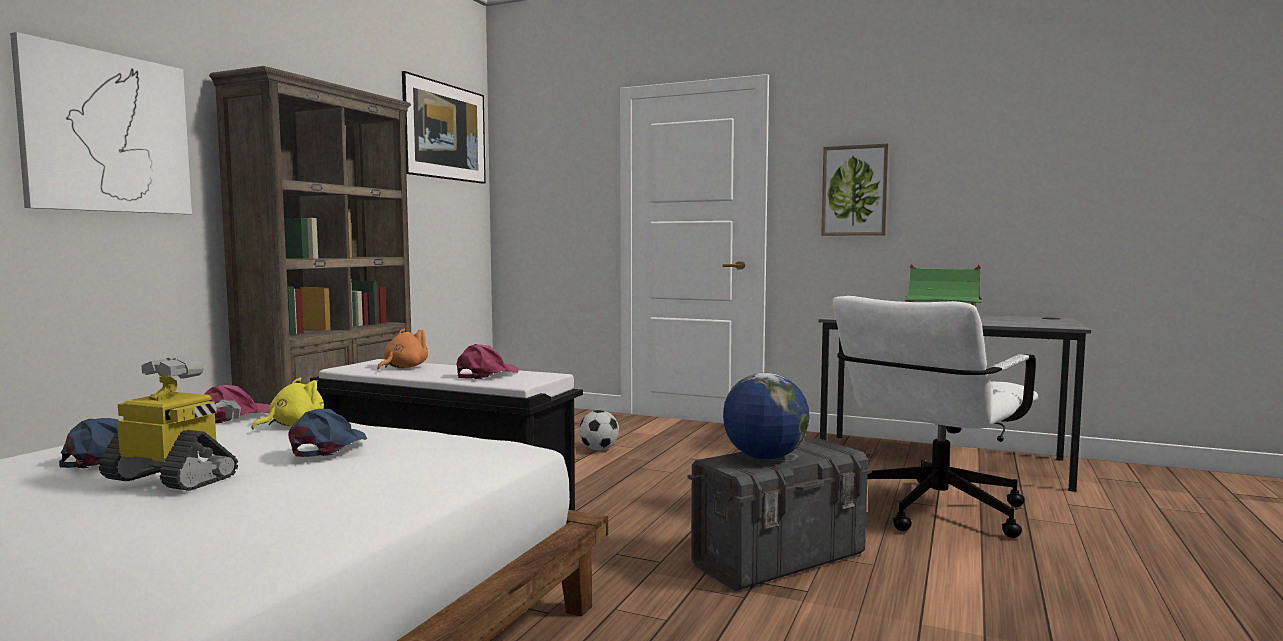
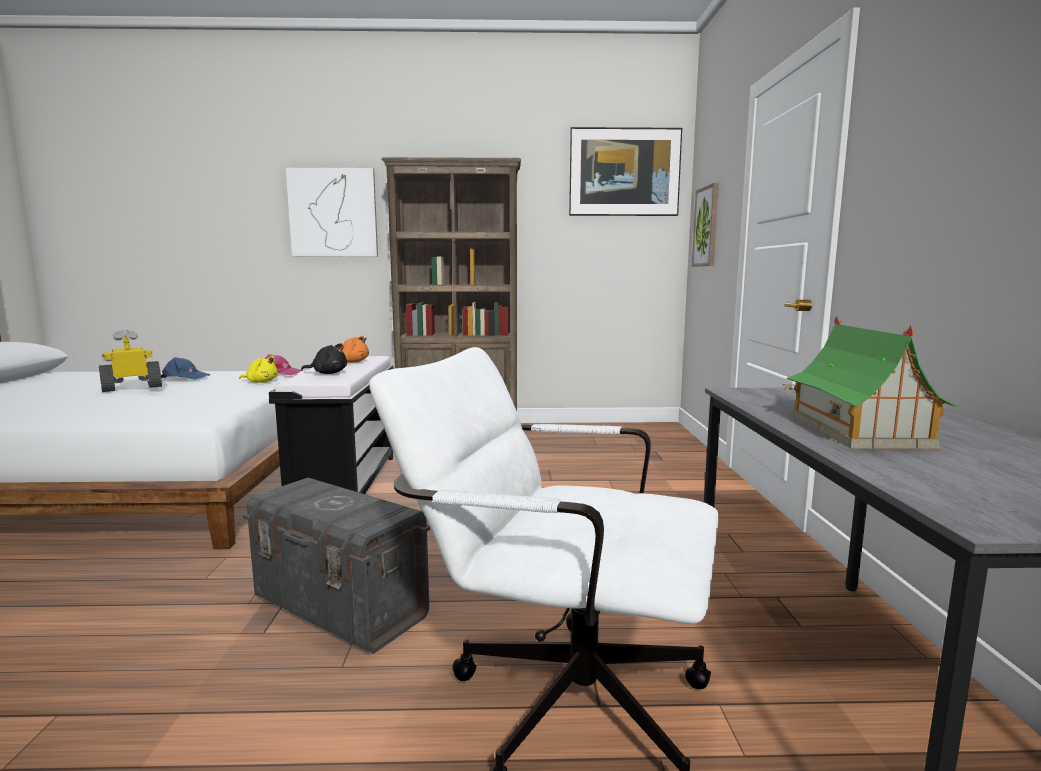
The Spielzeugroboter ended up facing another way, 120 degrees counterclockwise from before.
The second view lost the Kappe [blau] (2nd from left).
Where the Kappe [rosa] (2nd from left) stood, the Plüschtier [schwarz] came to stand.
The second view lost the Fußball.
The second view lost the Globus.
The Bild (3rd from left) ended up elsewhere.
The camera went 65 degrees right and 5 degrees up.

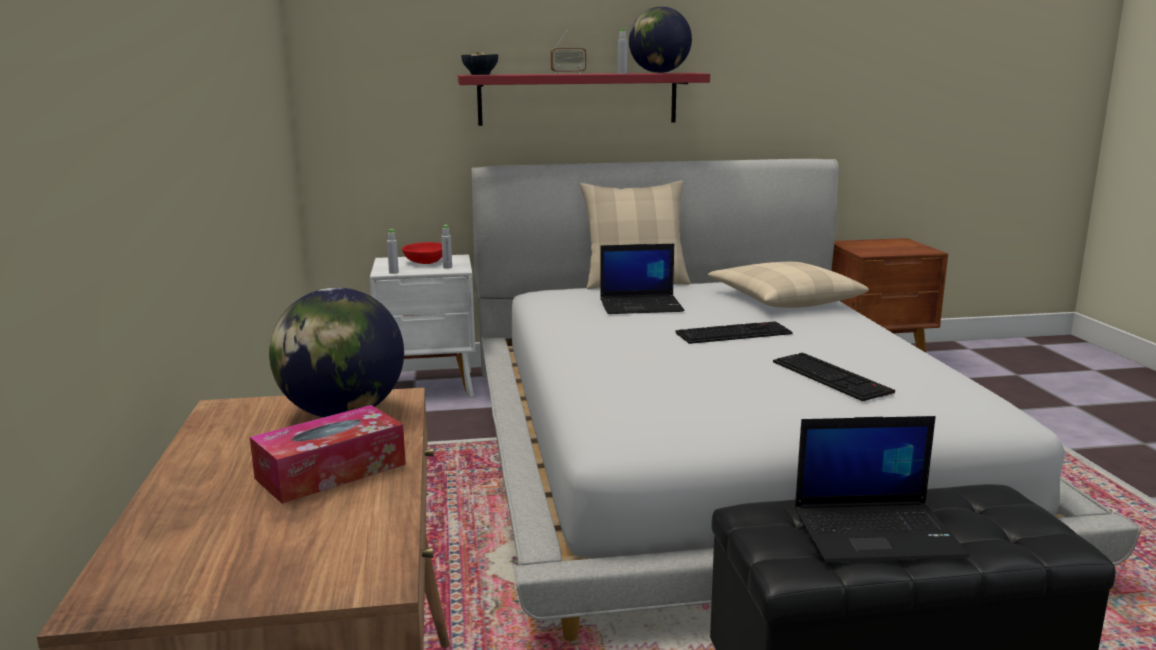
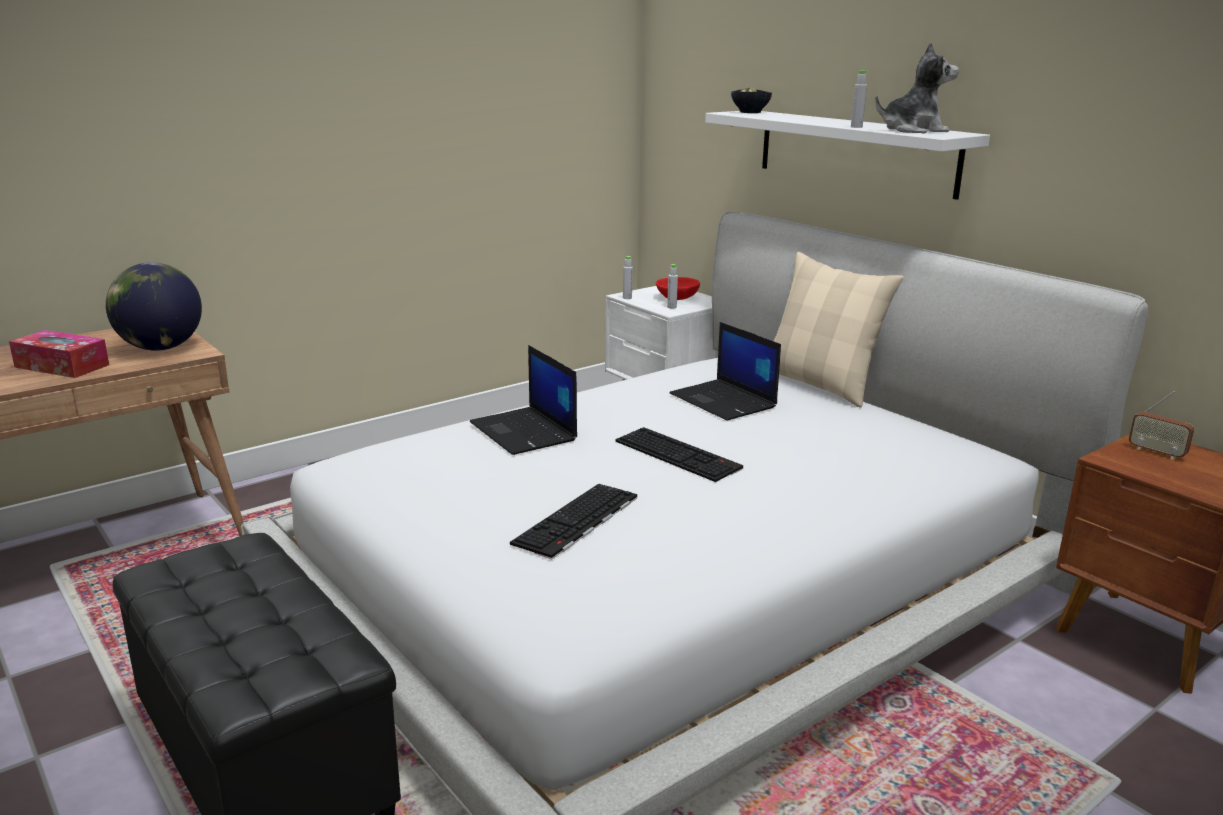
What was the Wandregal [rot] turned into the Wandregal [weiß].
The Radio ended up elsewhere.
Where the Globus (2nd from left) stood, the Plüschtier came to stand.
The second view lost the Kissen [beige] (2nd from left).
The Laptop (2nd from left in the first image) ended up elsewhere.
The camera went 60 degrees right and 5 degrees up.

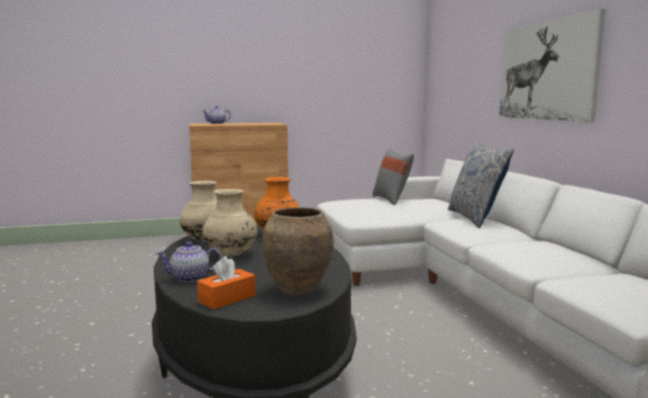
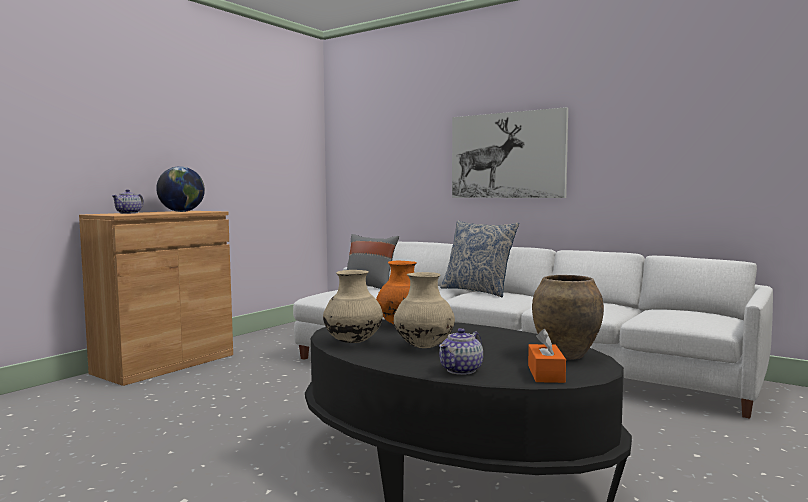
The second view gained the Globus.
The camera went 40 degrees left and 5 degrees down.

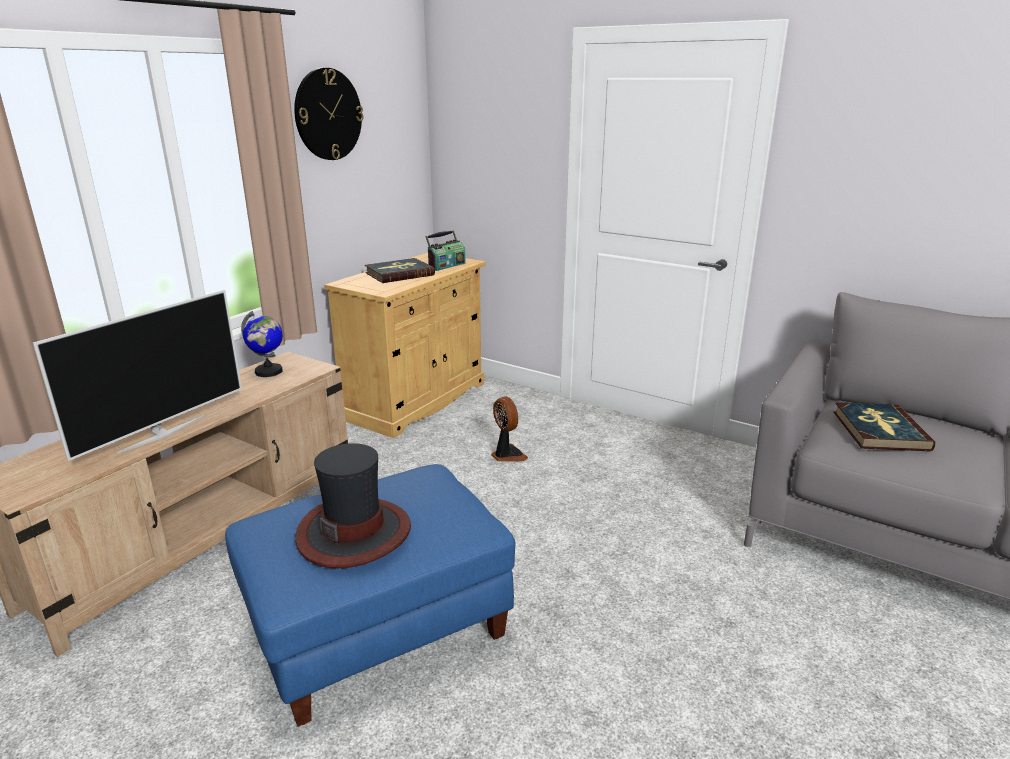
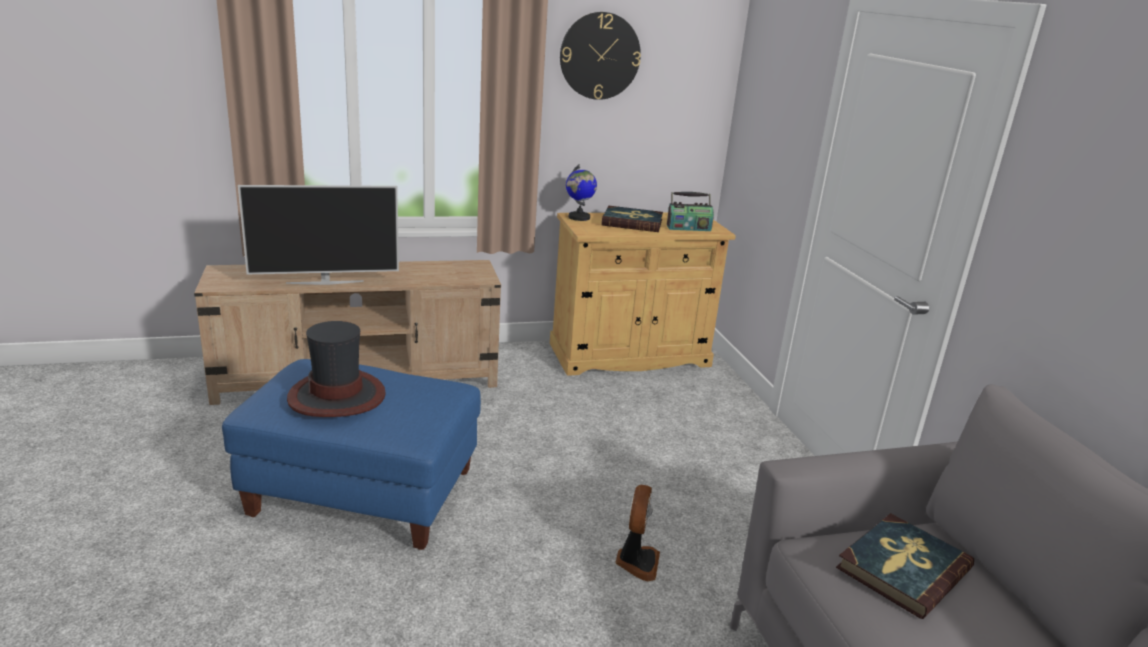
The Globus ended up elsewhere.
The Ventilator ended up elsewhere.
The camera went 40 degrees right and 0 degrees up.

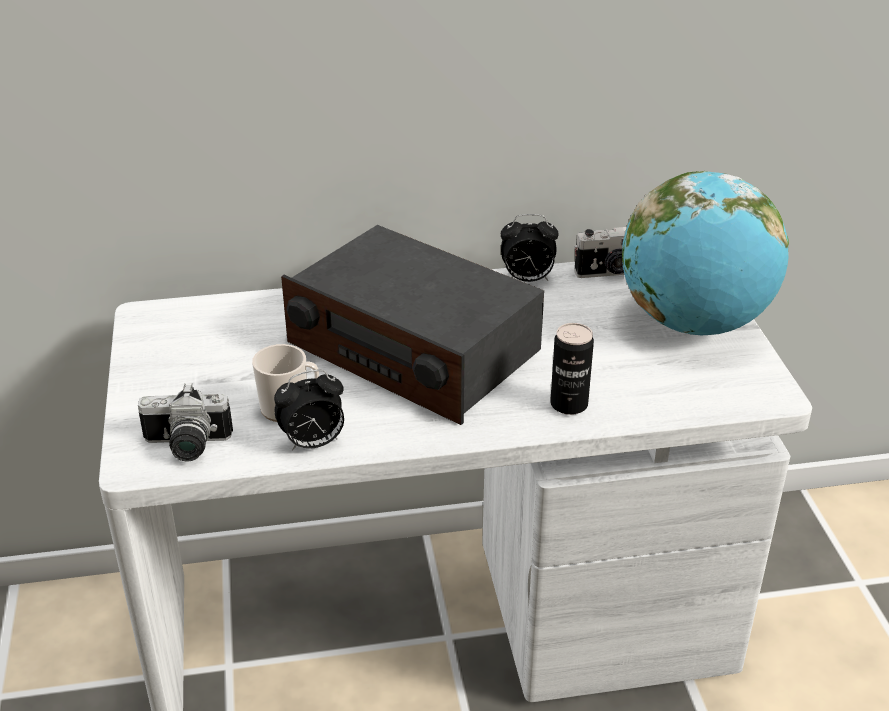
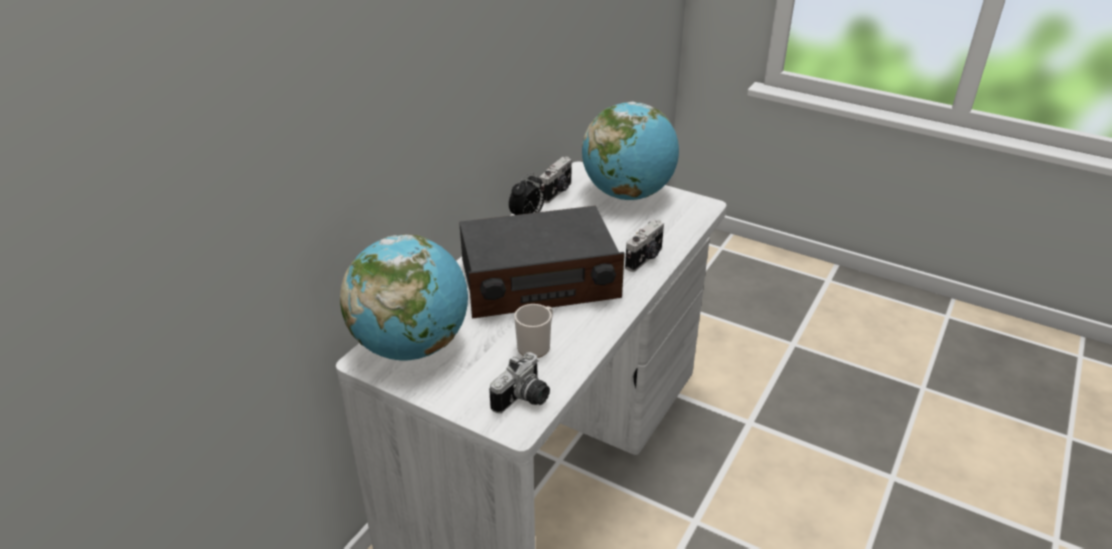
The second view lost the Wecker (1st from left).
Where the Dose stood, the Kamera (3rd from left) came to stand.
The second view gained the Globus (1st from left).
The camera went 50 degrees left and 0 degrees up.

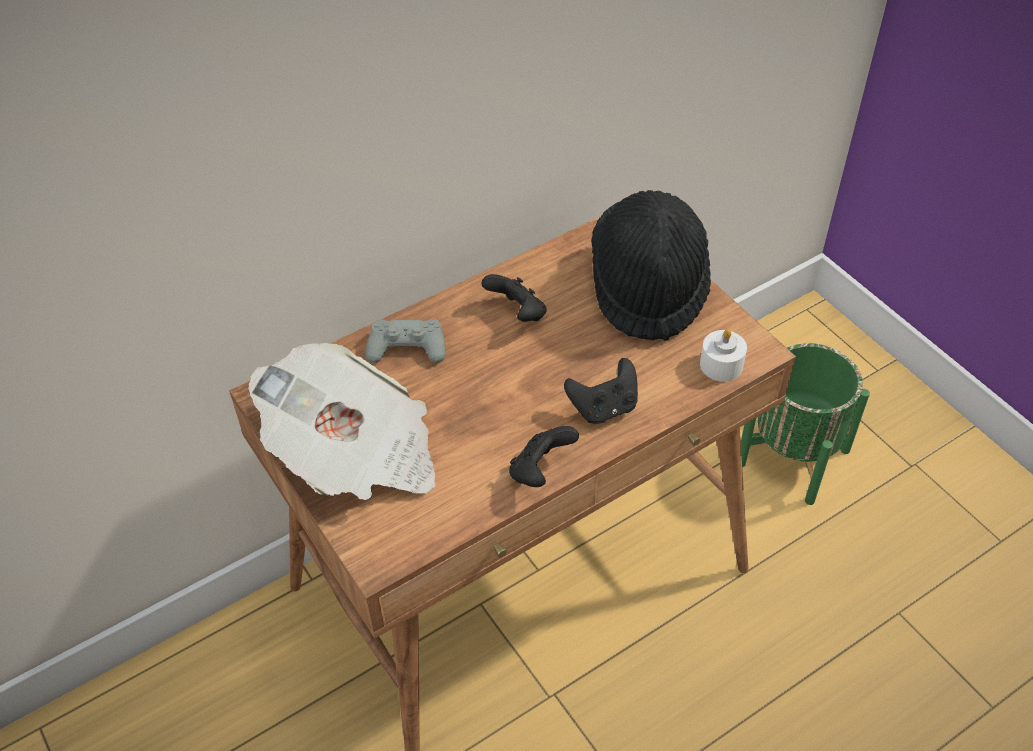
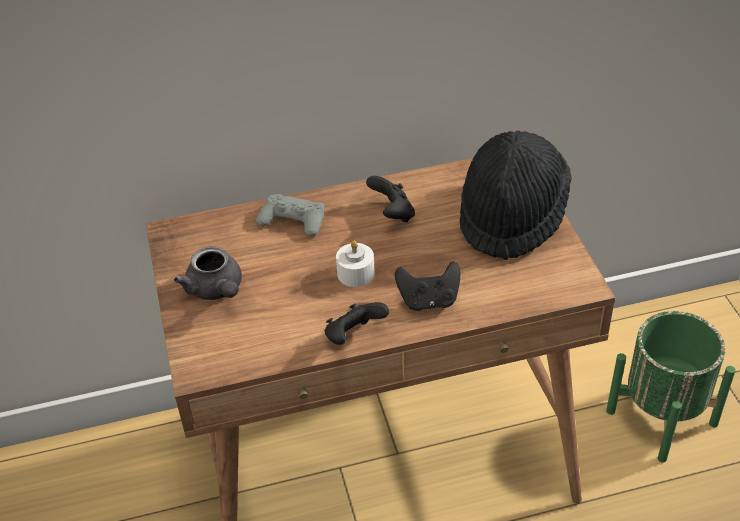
Where the Zeitung stood, the Teekanne [grau] came to stand.
The Kerze [weiß] ended up elsewhere.
The camera went 20 degrees right and 5 degrees down.

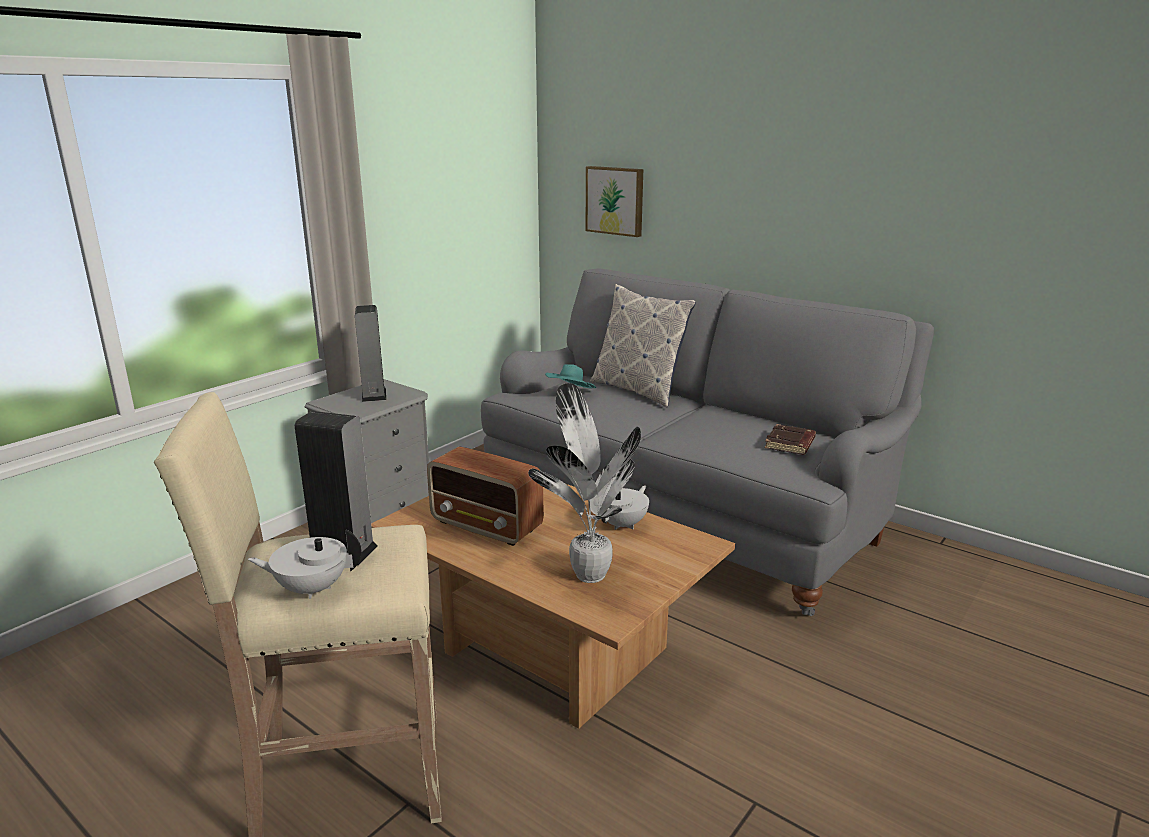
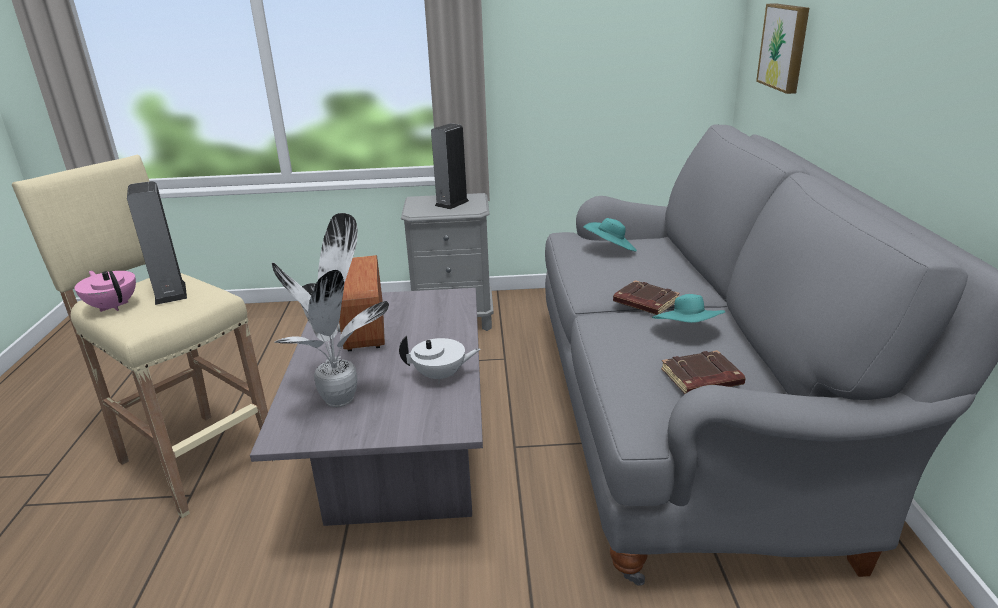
What was the Teekanne [weiß] (1st from left) turned into the Teekanne [rosa].
What was the Couchtisch [braun] turned into the Couchtisch [grau].
The second view lost the Kissen.
The second view gained the Buch [braun] (1st from left).
The second view gained the Hut [türkis] (2nd from left).
The camera went 50 degrees right and 5 degrees up.

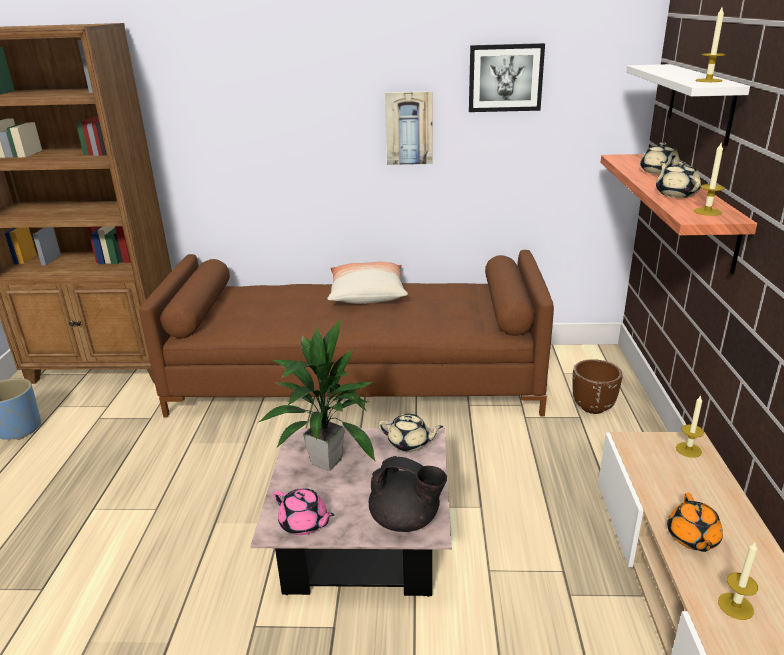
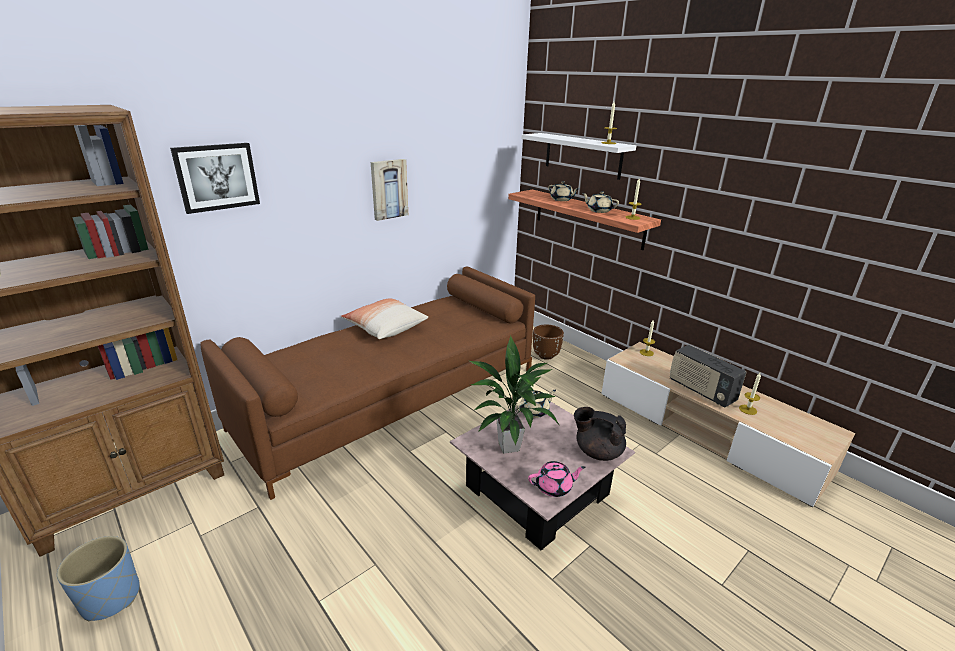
The Teekanne [schwarz] ended up facing another way, 135 degrees counterclockwise from before.
The Bild (2nd from left in the first image) ended up elsewhere.
Where the Teekanne [orange] stood, the Radio came to stand.
The camera went 45 degrees left and 0 degrees up.

